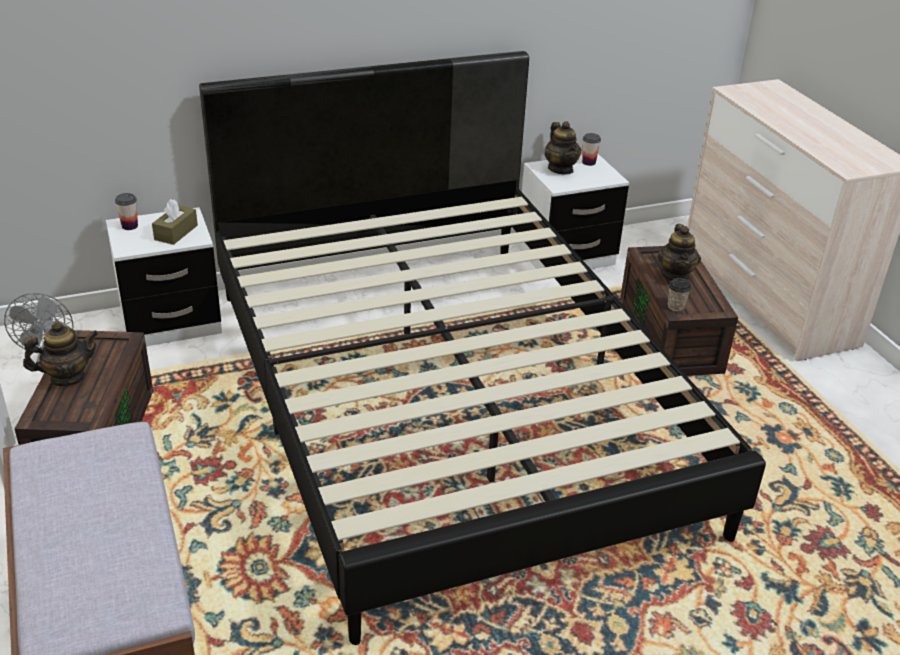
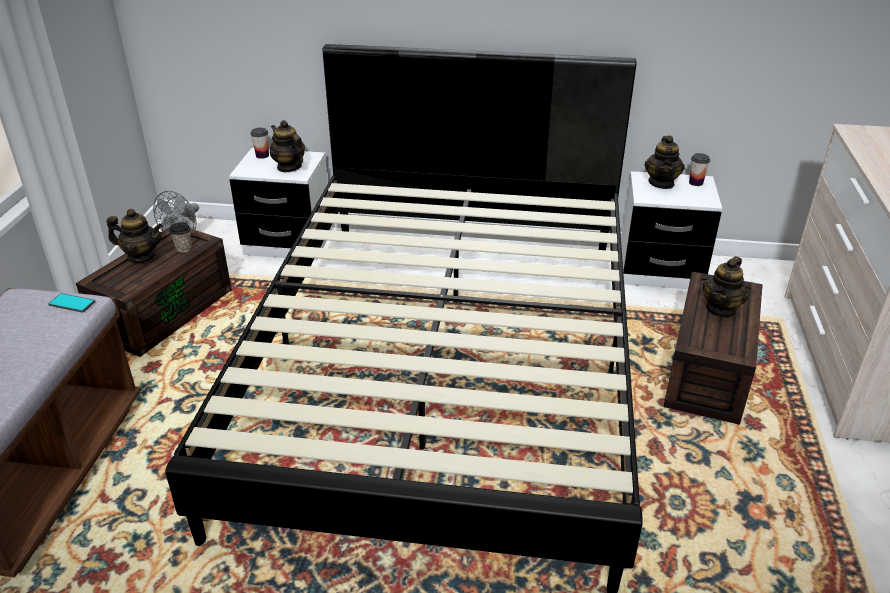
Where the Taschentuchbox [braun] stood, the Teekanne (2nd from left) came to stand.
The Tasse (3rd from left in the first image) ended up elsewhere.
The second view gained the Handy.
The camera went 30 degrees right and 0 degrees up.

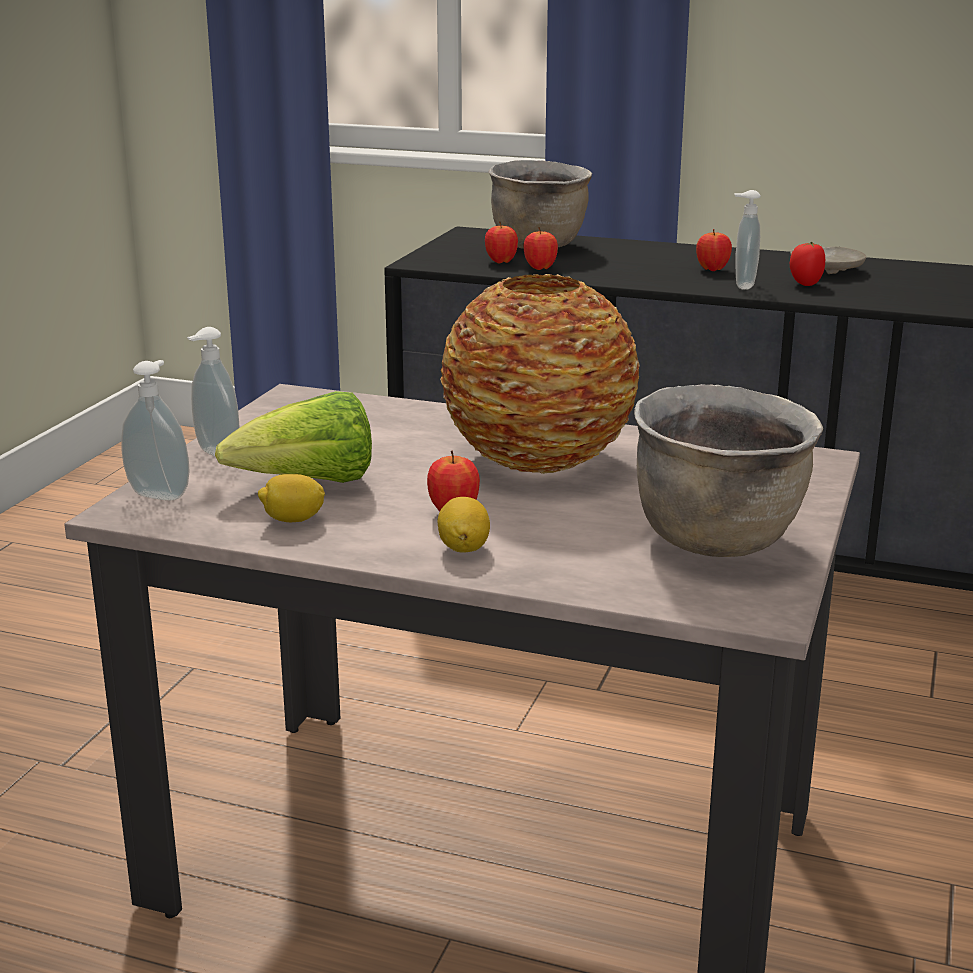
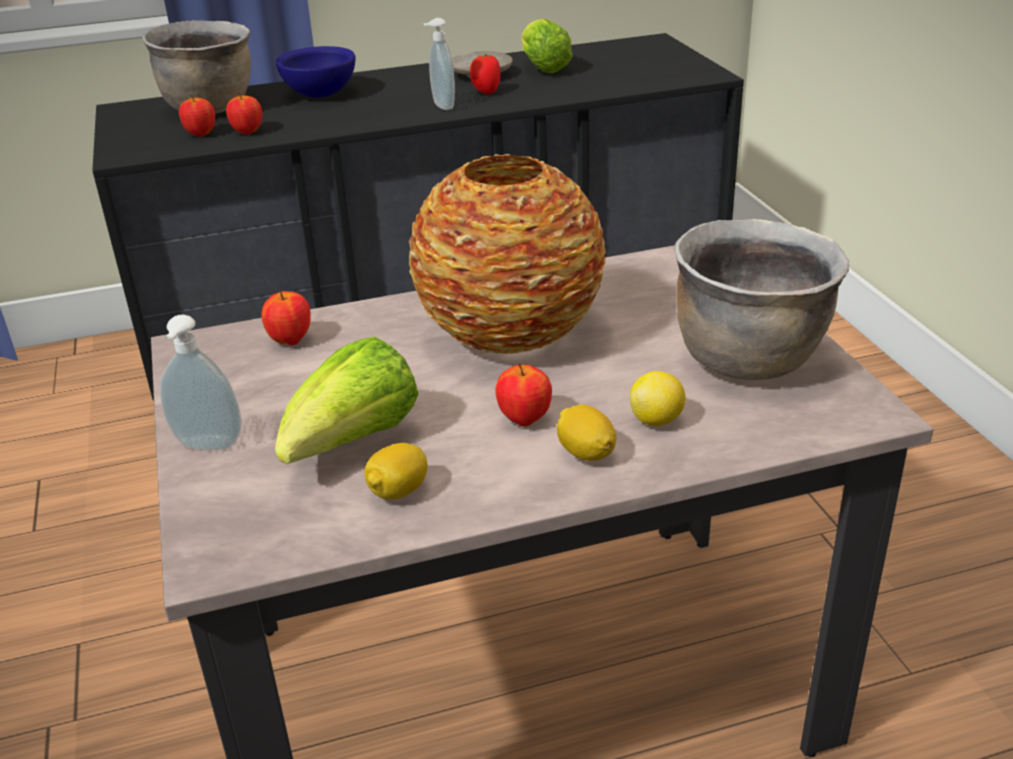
The second view lost the Seifenspender (1st from left).
The Apfel (4th from left in the first image) ended up elsewhere.
The second view gained the Schüssel [blau].
The second view gained the Salatkopf (2nd from left).
The second view gained the Zitrone (3rd from left).
The camera went 35 degrees left and 10 degrees up.

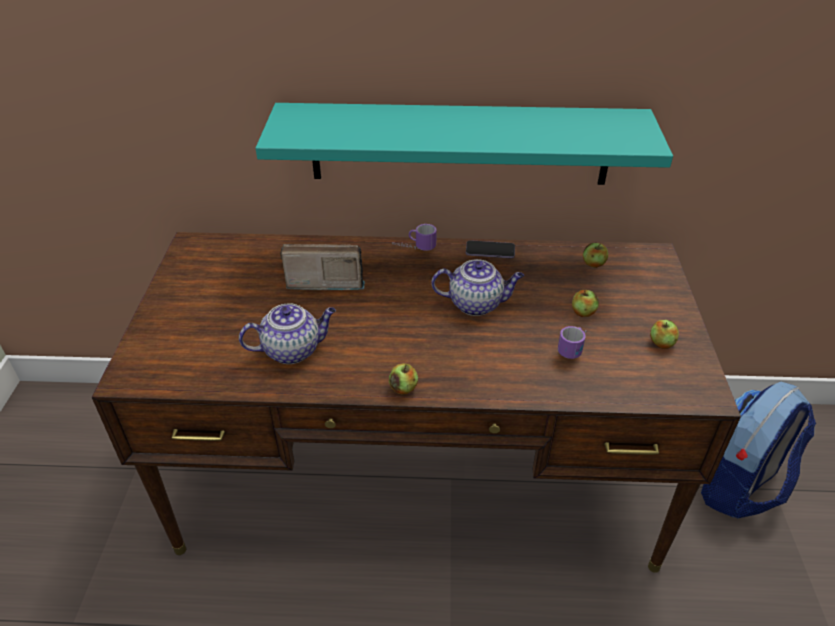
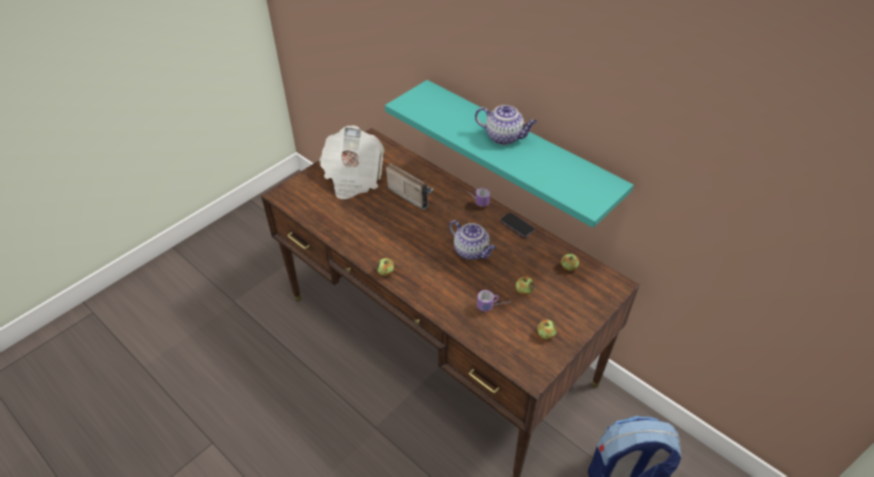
The Teekanne (1st from left in the first image) ended up elsewhere.
The second view gained the Zeitung.
The camera went 40 degrees right and 5 degrees up.

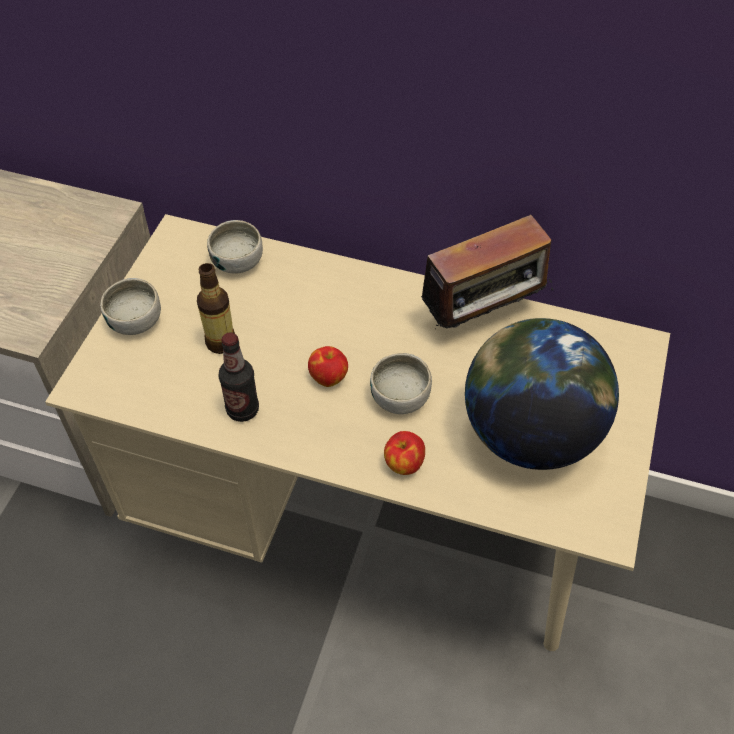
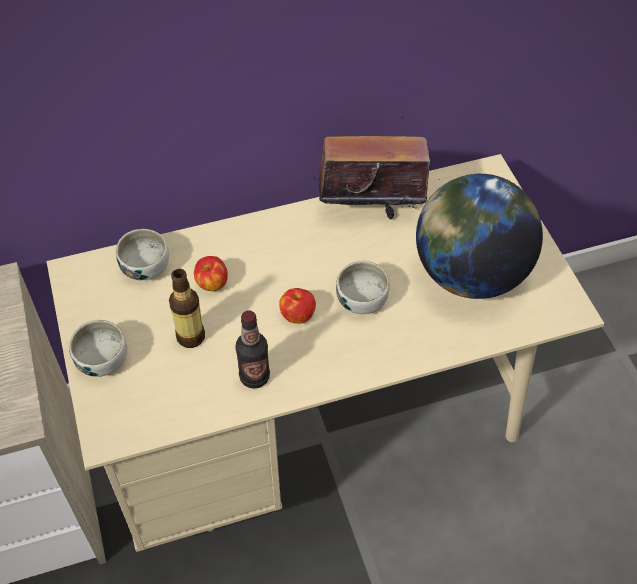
The Apfel (2nd from left in the first image) ended up elsewhere.
The Radio ended up facing another way, 120 degrees counterclockwise from before.
The camera went 35 degrees left and 0 degrees up.

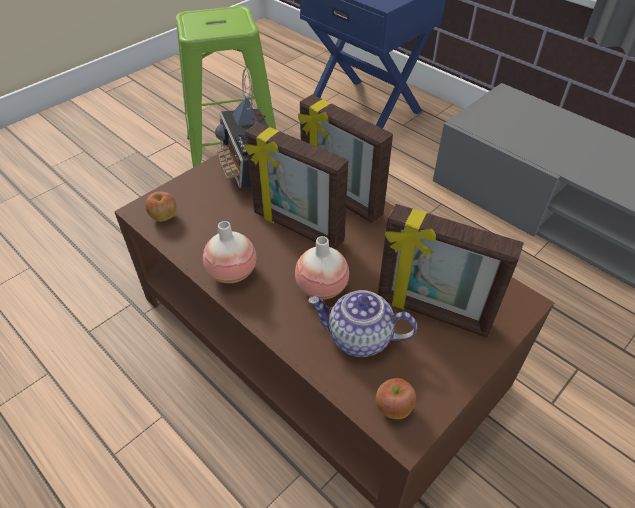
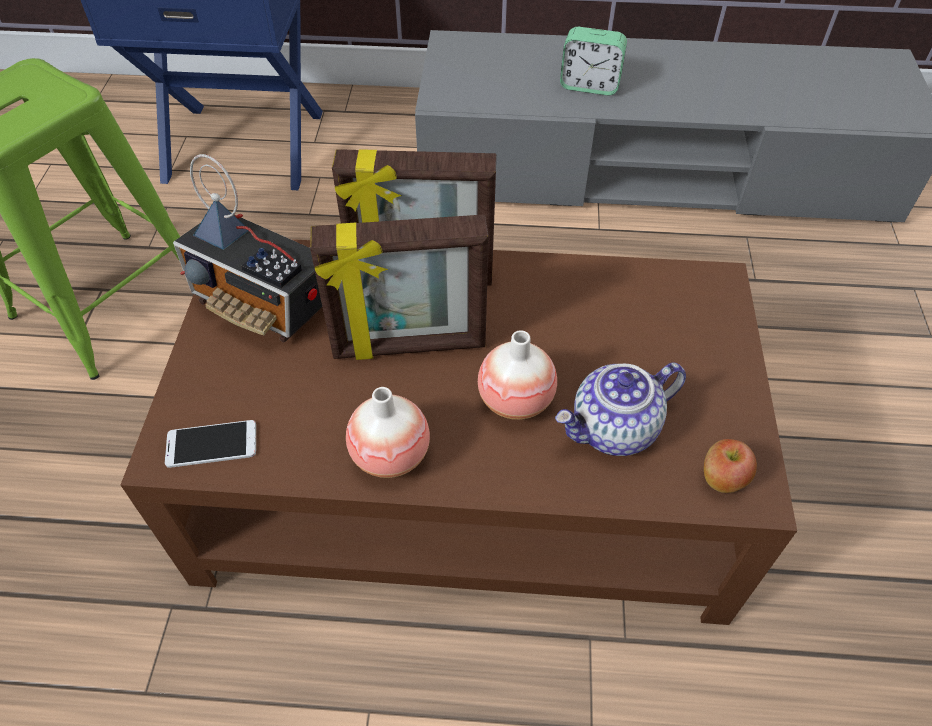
Where the Apfel (1st from left) stood, the Handy came to stand.
The second view lost the Bilderrahmen (3rd from left).
The second view gained the Wecker.
The camera went 40 degrees left and 5 degrees up.

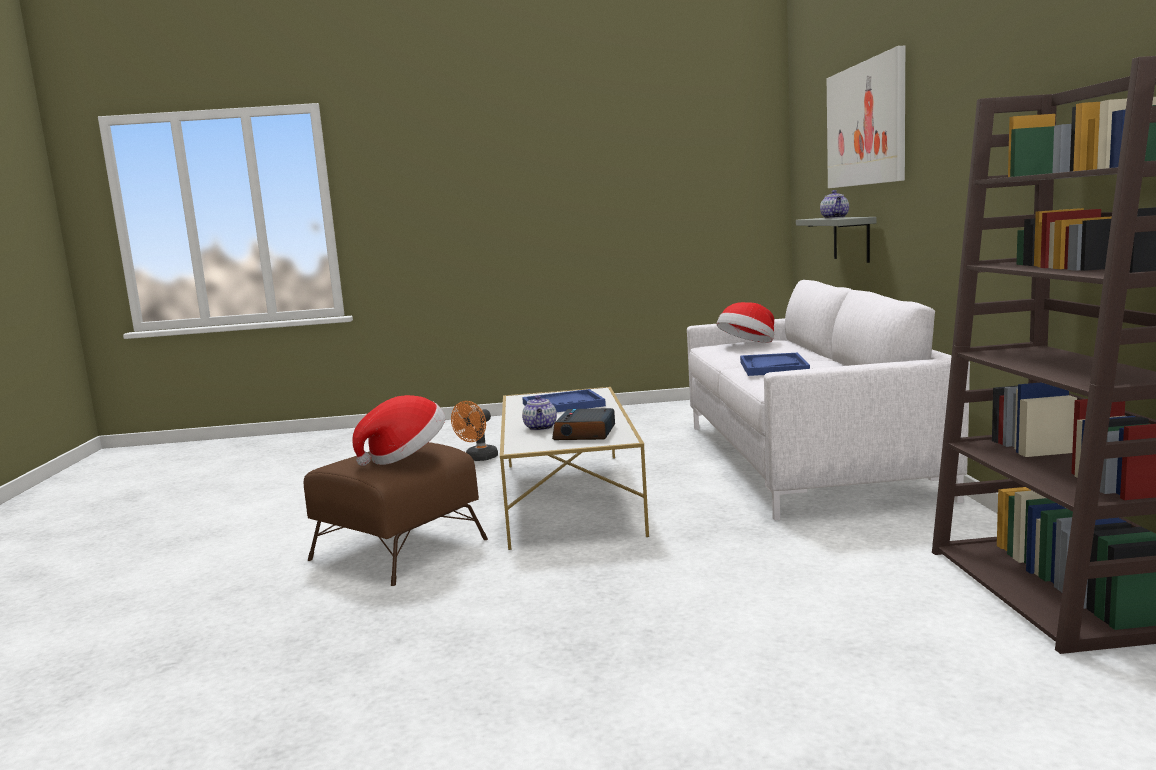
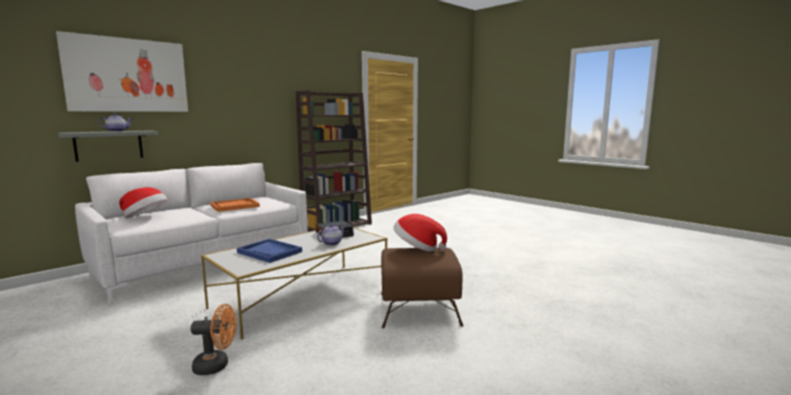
What was the Tablett [blau] (2nd from left) turned into the Tablett [orange].
The camera went 130 degrees left and 0 degrees up.

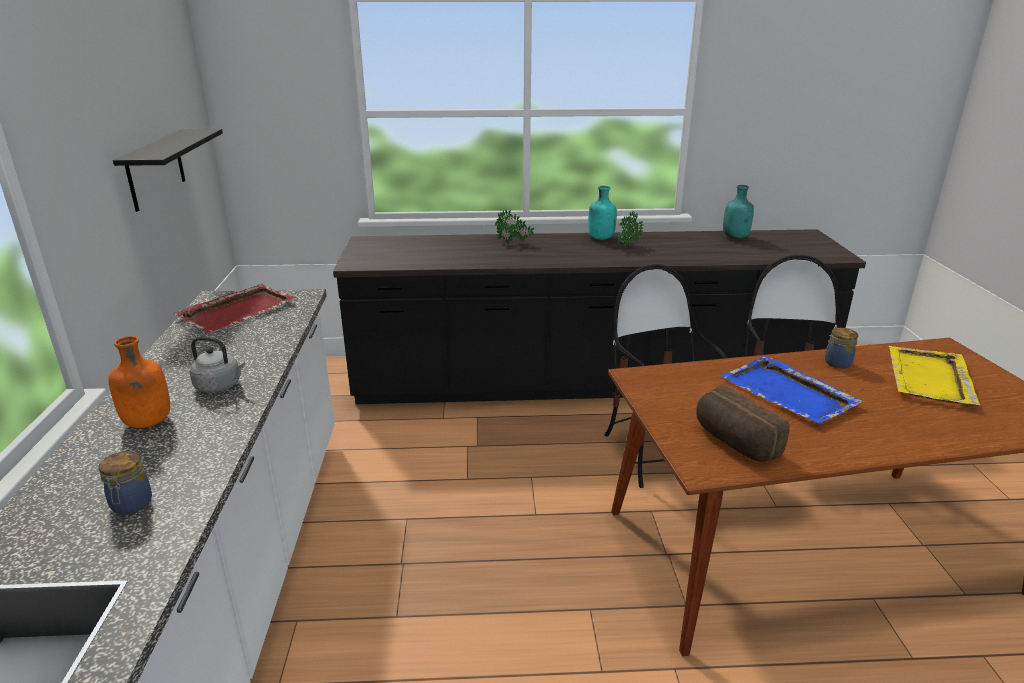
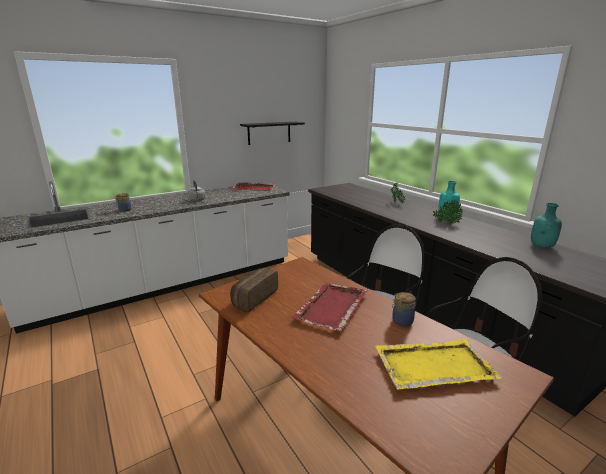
The second view lost the Flasche [orange].
What was the Tablett [blau] turned into the Tablett [rot] (2nd from left).
The camera went 60 degrees right and 5 degrees down.

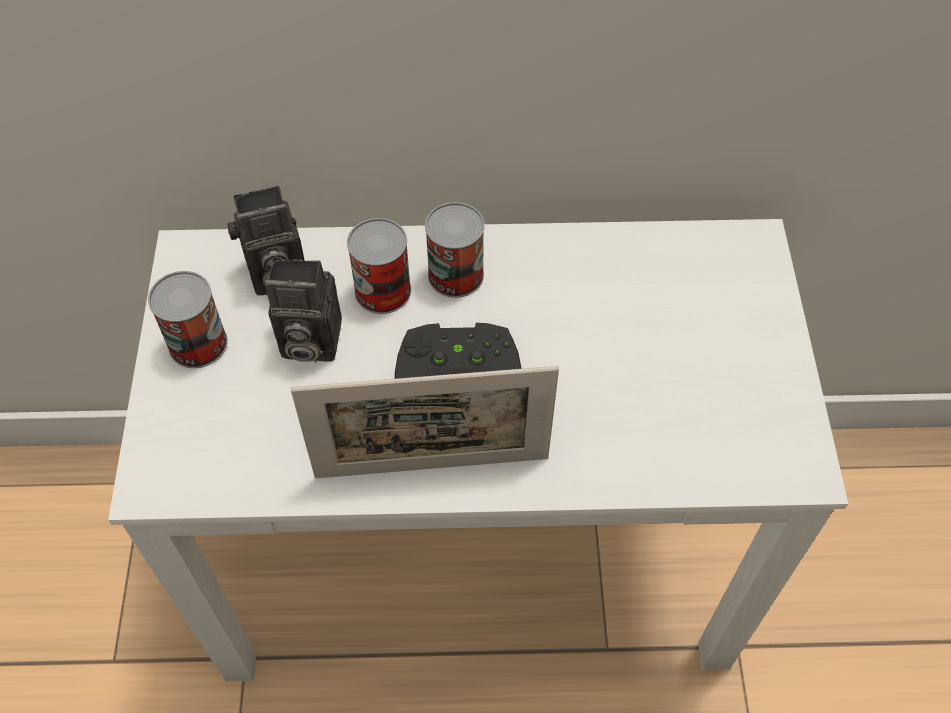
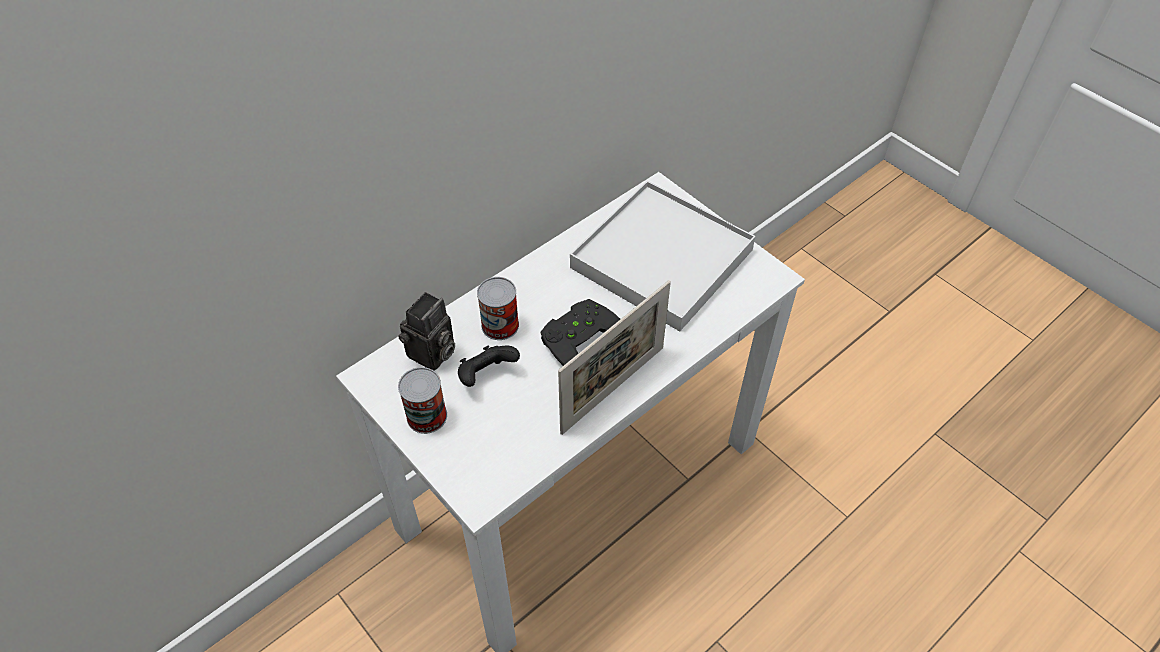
Where the Kamera (2nd from left) stood, the Gamepad [schwarz] (1st from left) came to stand.
The second view lost the Dose (3rd from left).
The second view gained the Tablett [weiß].
The camera went 40 degrees left and 5 degrees down.

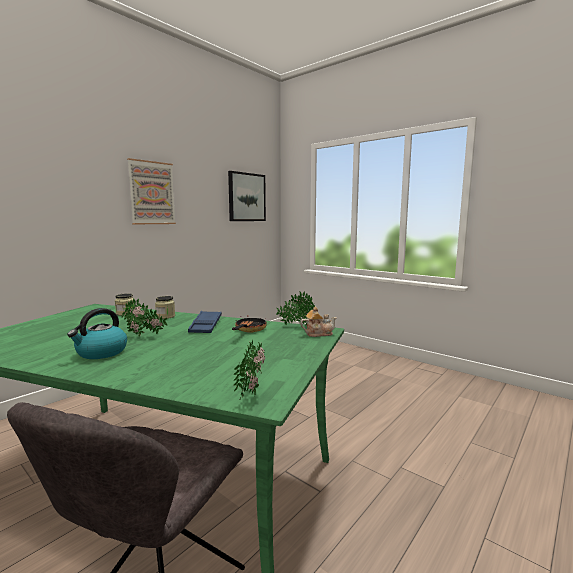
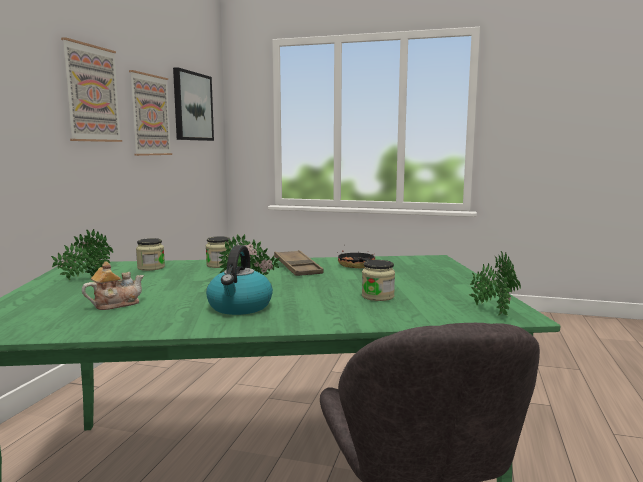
What was the Tablett [blau] turned into the Tablett [braun].
The Topfpflanze (3rd from left in the first image) ended up elsewhere.
The Teekanne ended up elsewhere.
The second view gained the Bild (2nd from left).
The second view gained the Vorratsglas (3rd from left).
The camera went 25 degrees left and 0 degrees up.

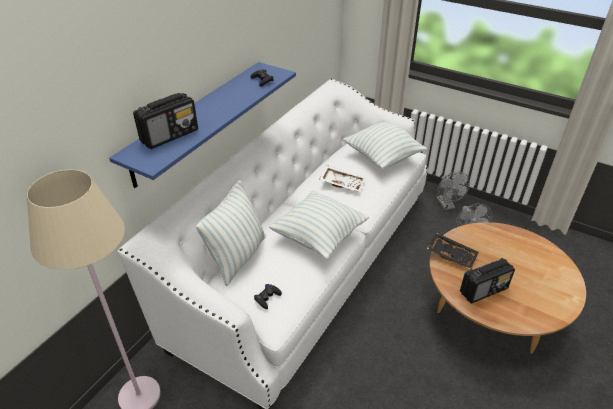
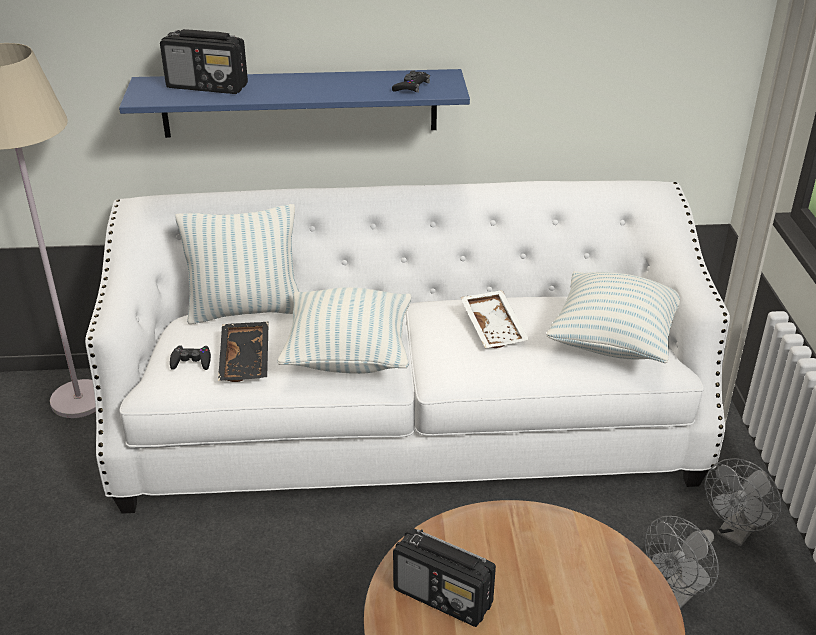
The Tablett [schwarz] ended up elsewhere.
The camera went 55 degrees right and 5 degrees down.

